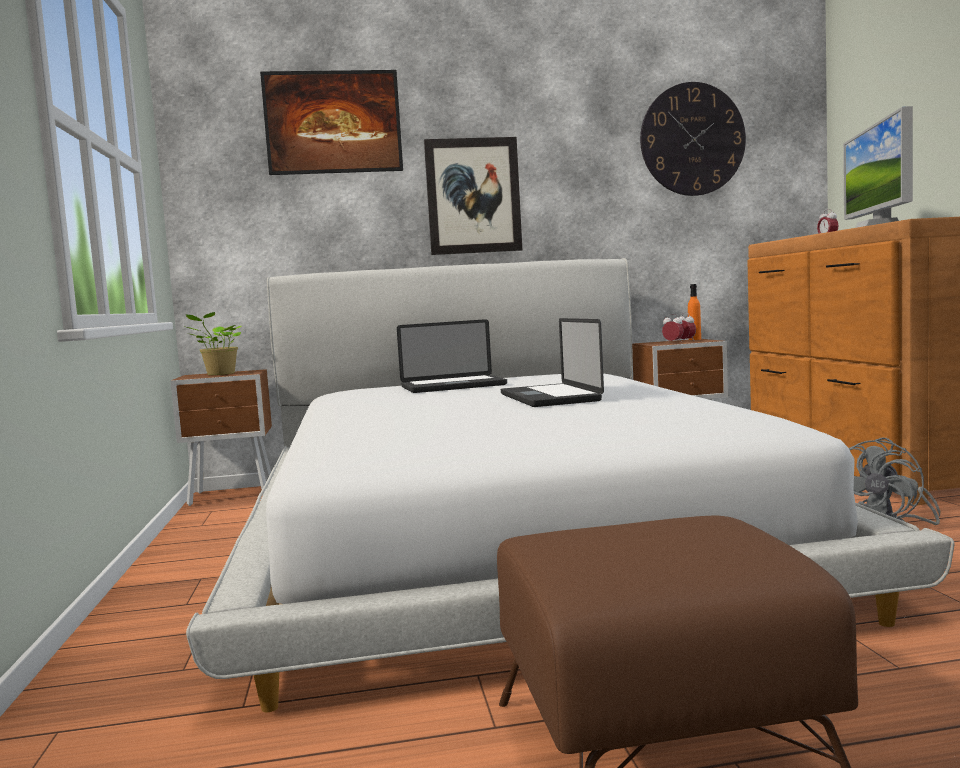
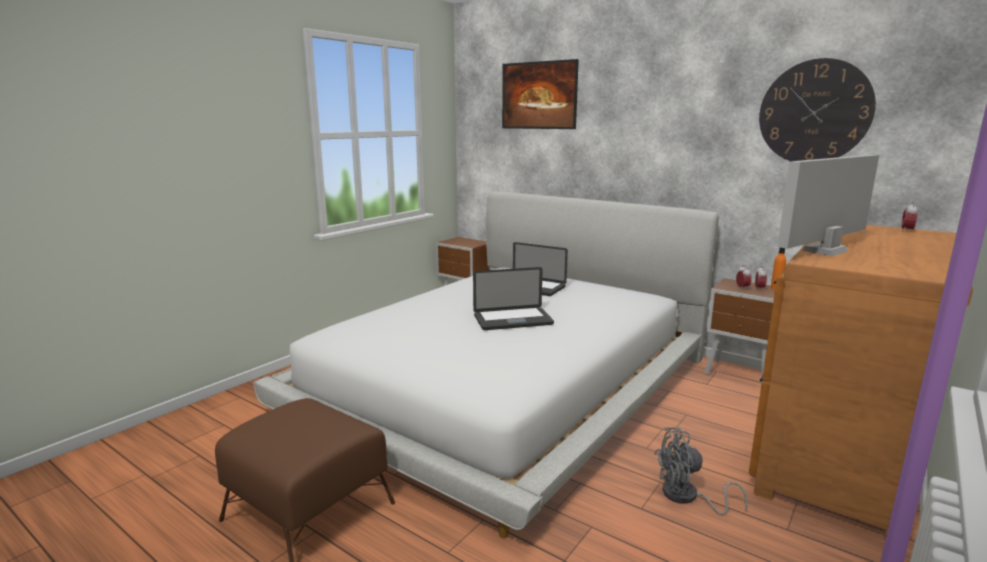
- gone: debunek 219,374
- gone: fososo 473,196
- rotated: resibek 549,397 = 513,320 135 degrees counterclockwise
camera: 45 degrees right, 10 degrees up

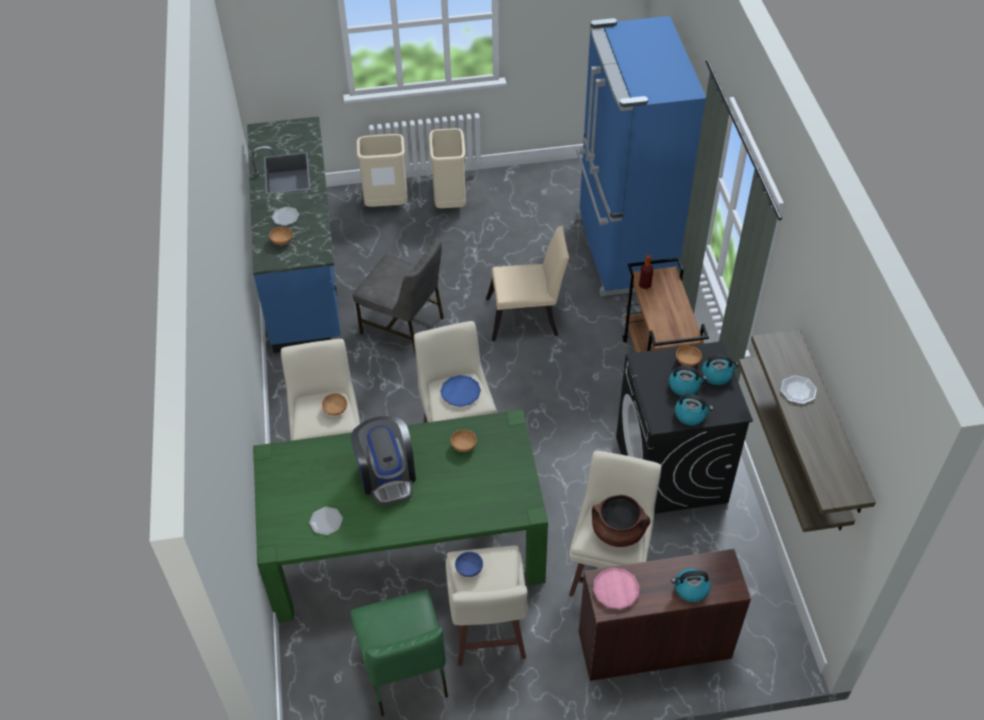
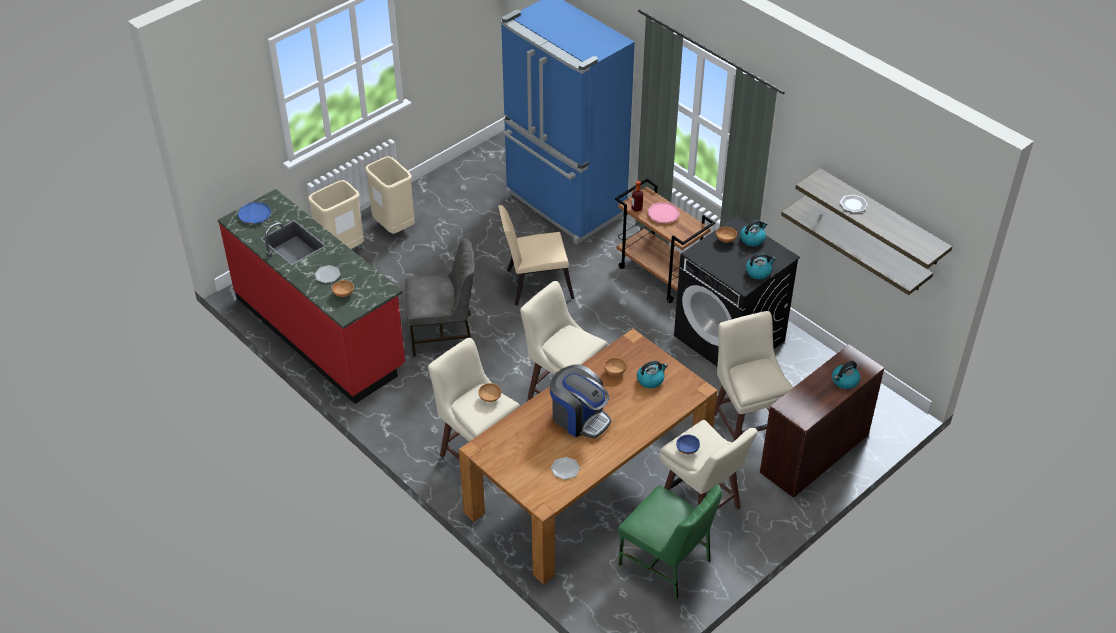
- repainted: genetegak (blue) 304,272 to genetegak (red) 320,333
- repainted: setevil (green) 404,544 to setevil (brown) 589,483
- shifted: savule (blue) 460,393 to 254,215
- rotated: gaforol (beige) 527,317 = 534,284 150 degrees counterclockwise
- gone: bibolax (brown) 618,531
- shifted: savule (pink) 616,590 to 663,214
- shifted: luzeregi 684,386 to 650,380
camera: 35 degrees left, 5 degrees down

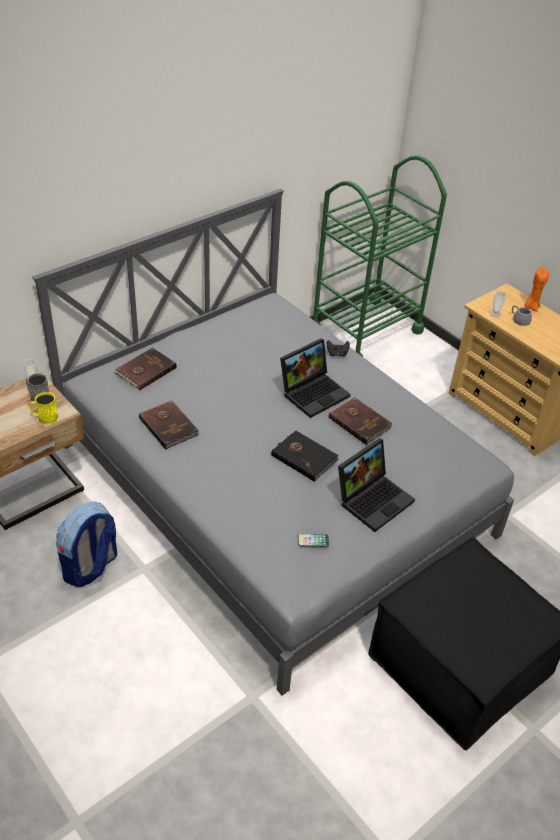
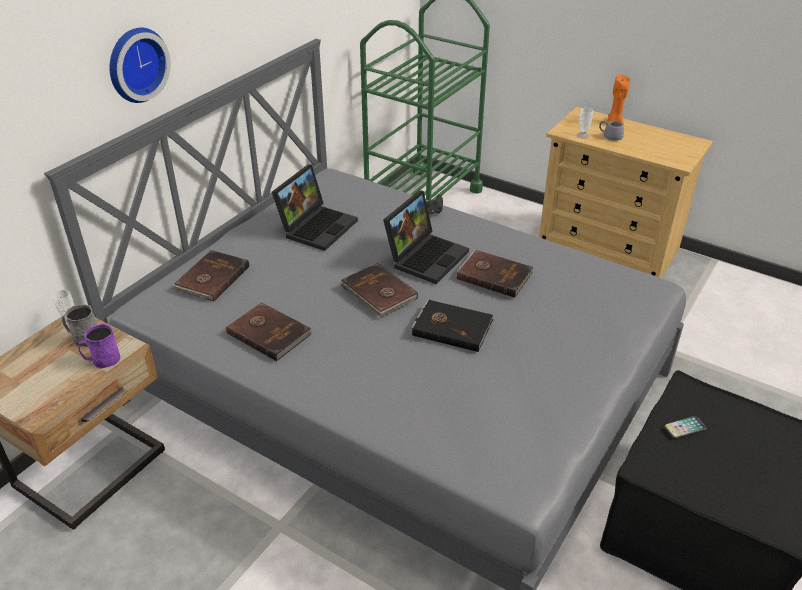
- repainted: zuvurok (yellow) 45,417 to zuvurok (purple) 102,360
- gone: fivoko 90,567
- shifted: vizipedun 313,541 to 684,428
- shifted: resibek 373,498 to 317,226
- new: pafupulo 135,64
- new: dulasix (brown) 378,293
camera: 15 degrees left, 5 degrees down

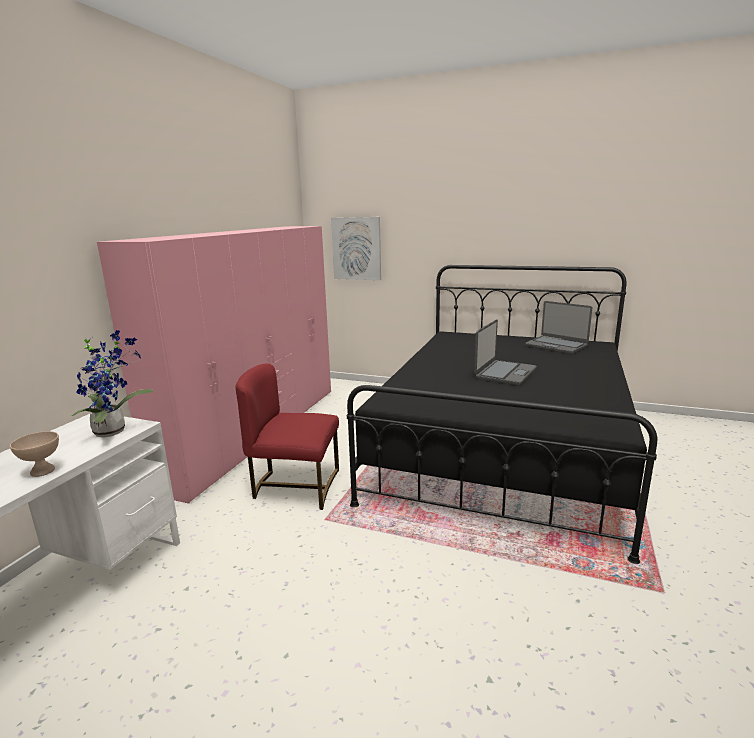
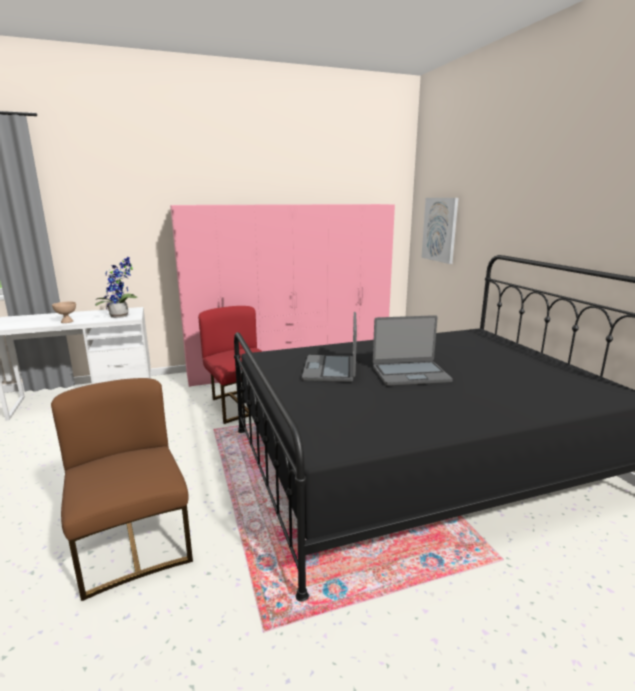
- shifted: resibek 556,346 to 330,369
- new: gaforol (brown) 133,545
camera: 50 degrees right, 0 degrees up

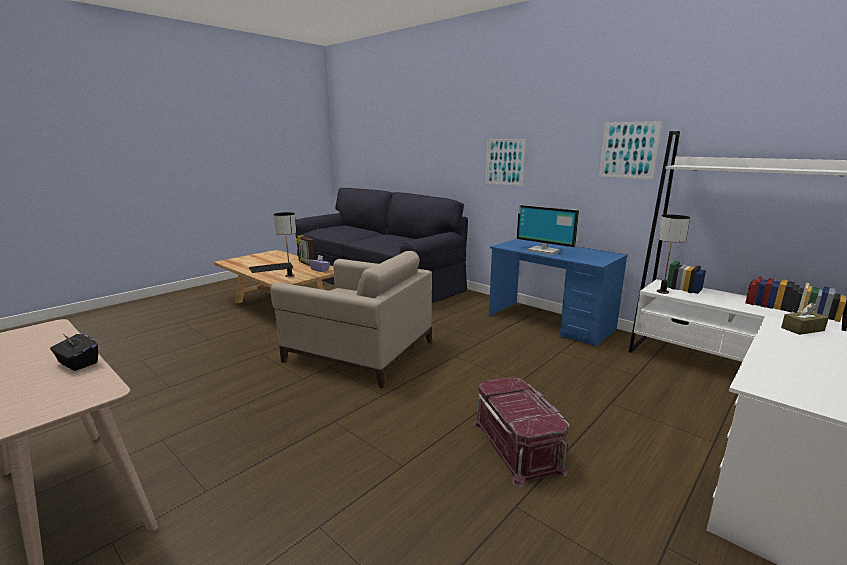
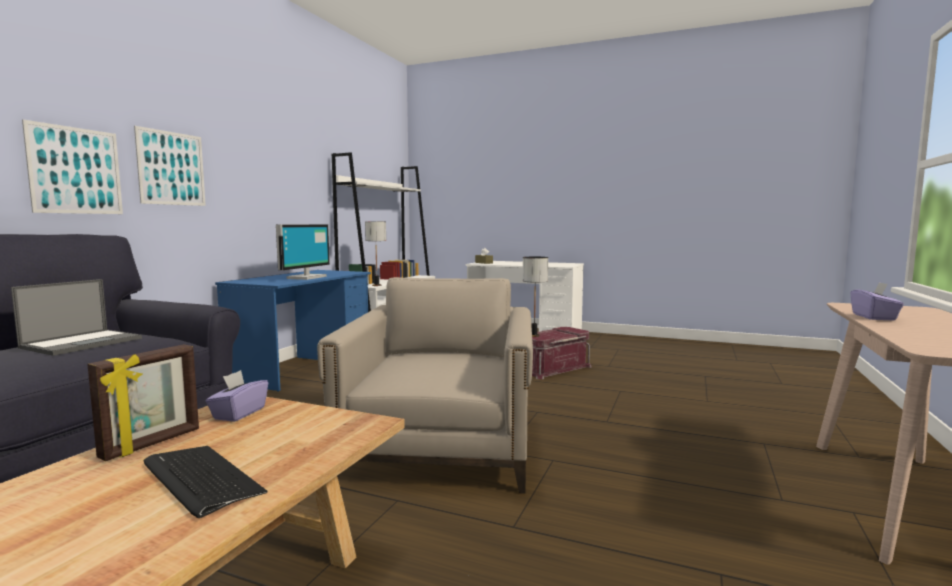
- repainted: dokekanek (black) 77,363 to dokekanek (purple) 874,317
- shifted: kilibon 289,276 to 534,335
- shifted: fososo 628,150 to 76,170
- new: resibek 83,343
camera: 110 degrees left, 10 degrees down

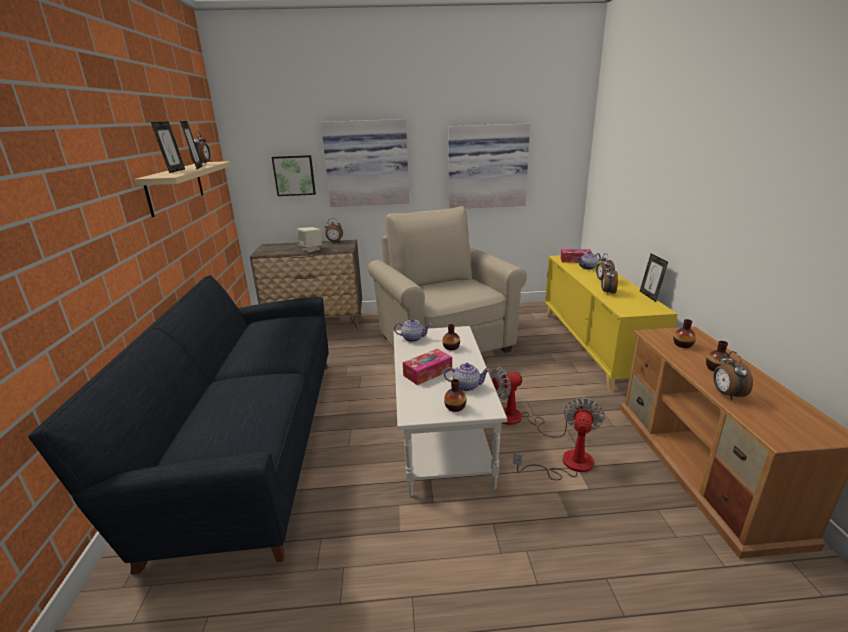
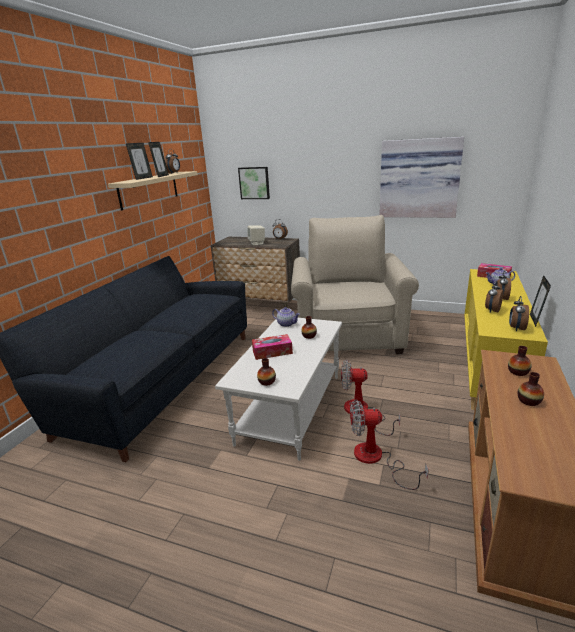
- gone: fososo 367,163
- gone: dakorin 466,386
- rotated: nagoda 567,464 = 376,459 135 degrees counterclockwise
- shifted: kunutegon 726,394 to 516,328
camera: 25 degrees right, 0 degrees up

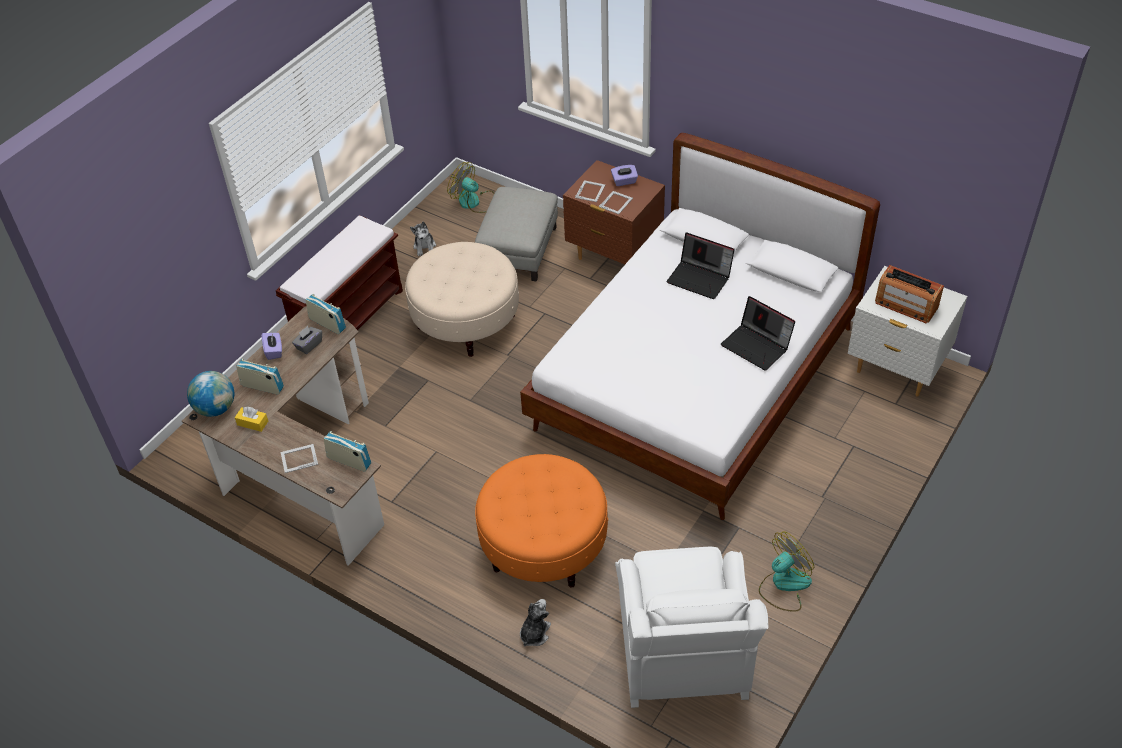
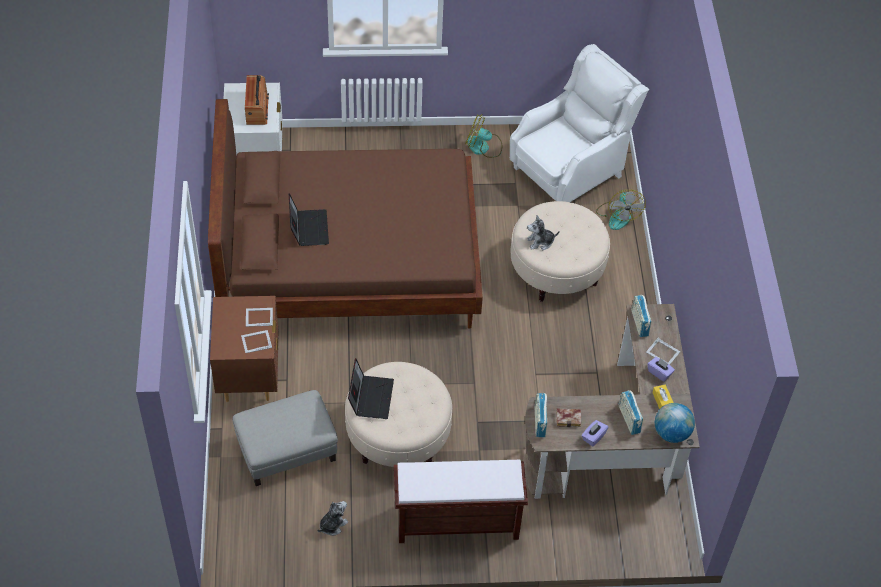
- swapped: dokekanek (grey) 309,345 to dulasix 569,418
- shifted: nagoda 474,202 to 618,215
- repainted: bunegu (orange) 543,546 to bunegu (beige) 556,270
- repainted: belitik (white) 696,380 to belitik (brown) 349,260
- shifted: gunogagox 534,633 to 540,242
- shifted: dokekanek (purple) 624,181 to 659,373
- shifted: resibek 757,346 to 370,397
camera: 130 degrees left, 5 degrees up

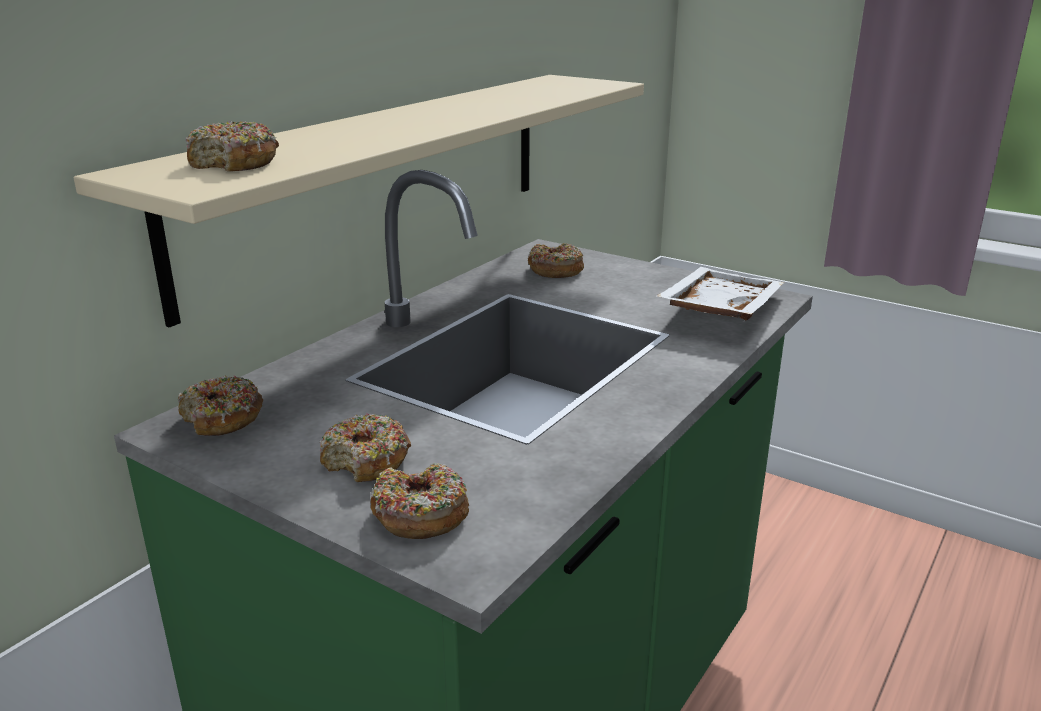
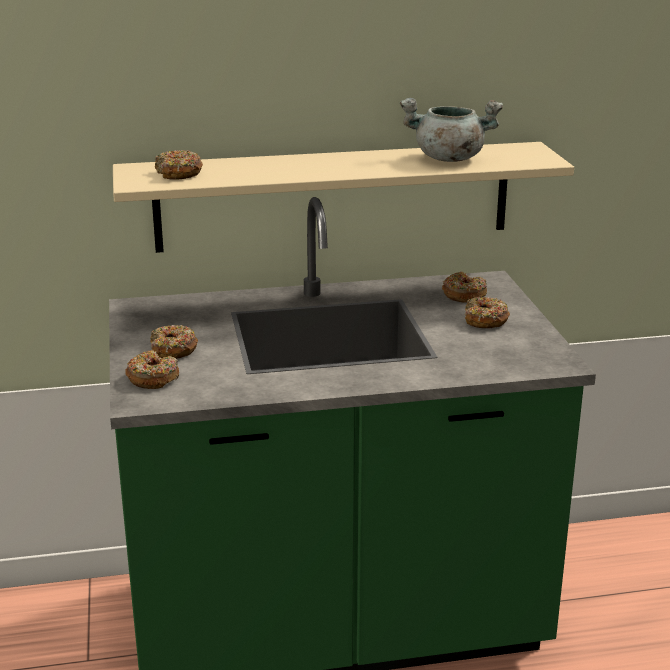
- shifted: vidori 222,418 to 485,320
- gone: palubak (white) 717,310
- new: bibolax (grey) 448,159
camera: 45 degrees right, 0 degrees up

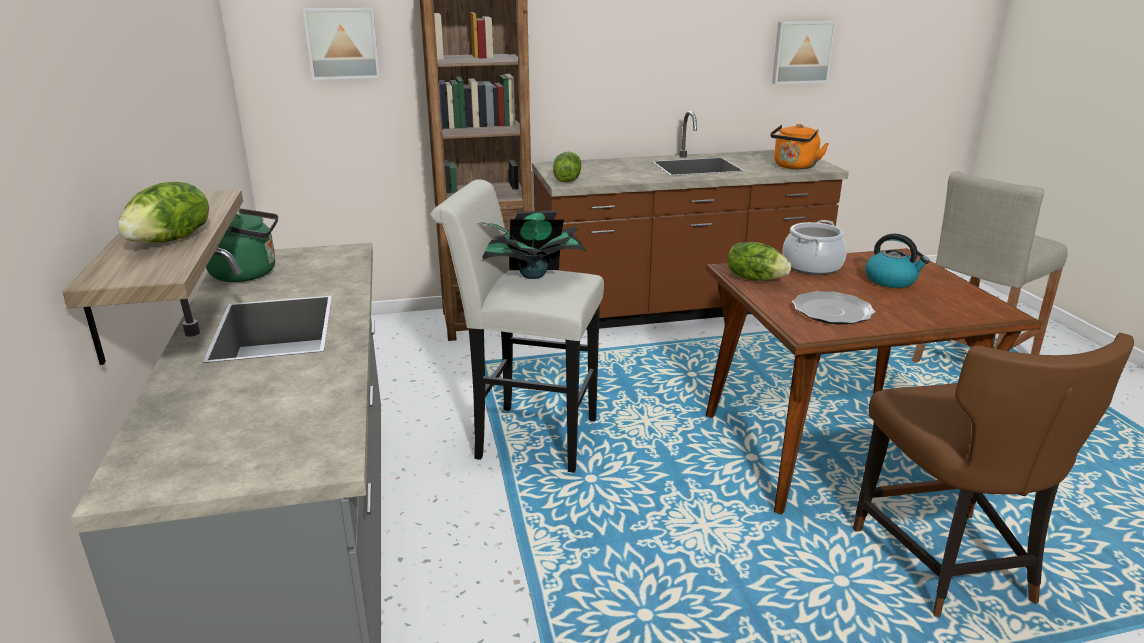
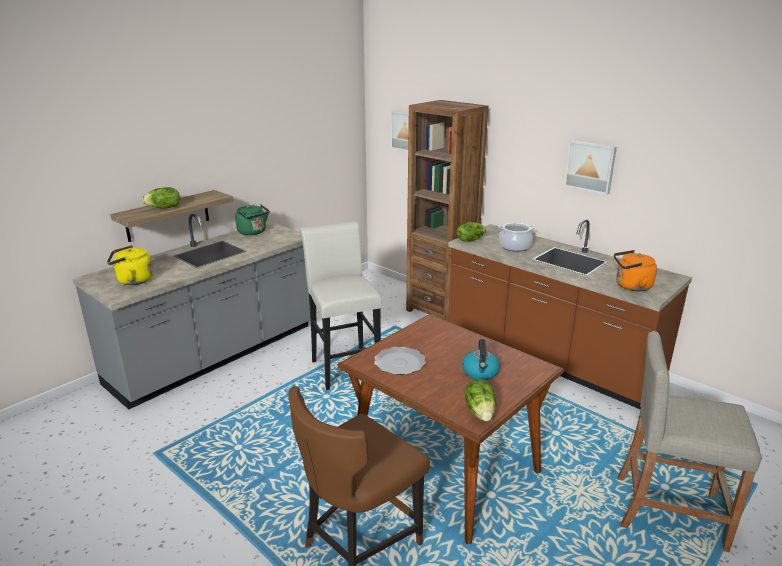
- gone: debunek 531,275
- shifted: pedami 755,278 to 480,412
- shifted: fososo 801,52 to 590,166
- shifted: bibolax 811,266 to 514,247
- new: luzeregi (yellow) 133,281
camera: 55 degrees right, 0 degrees up

